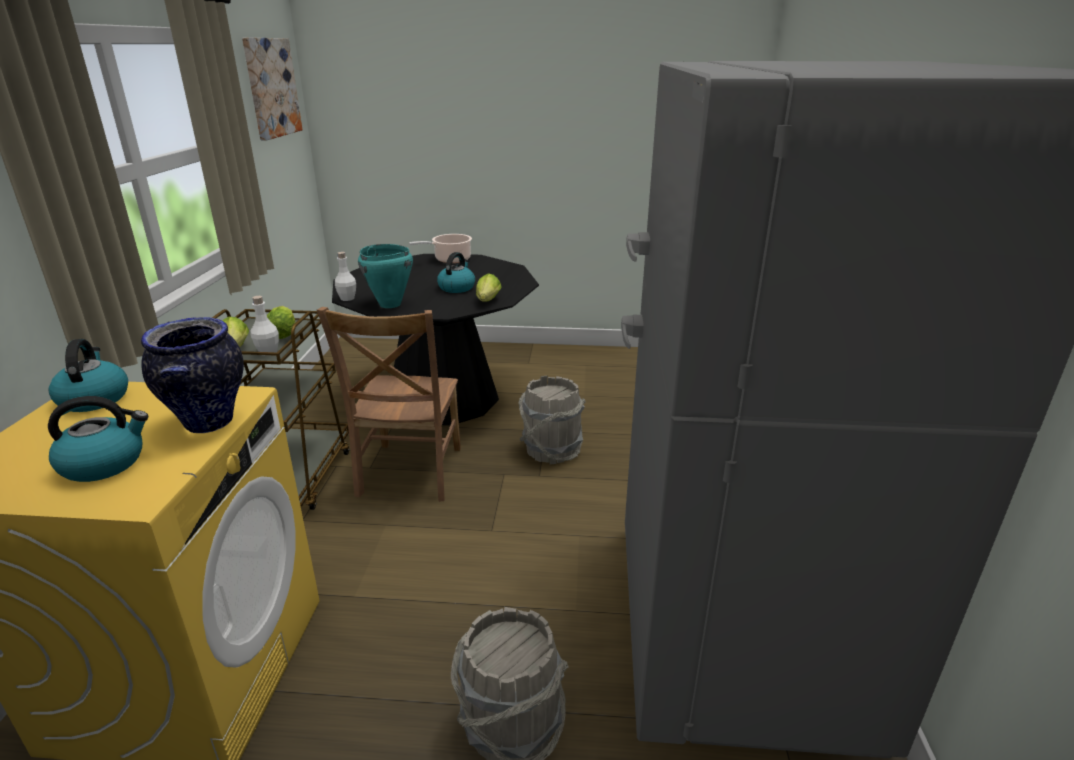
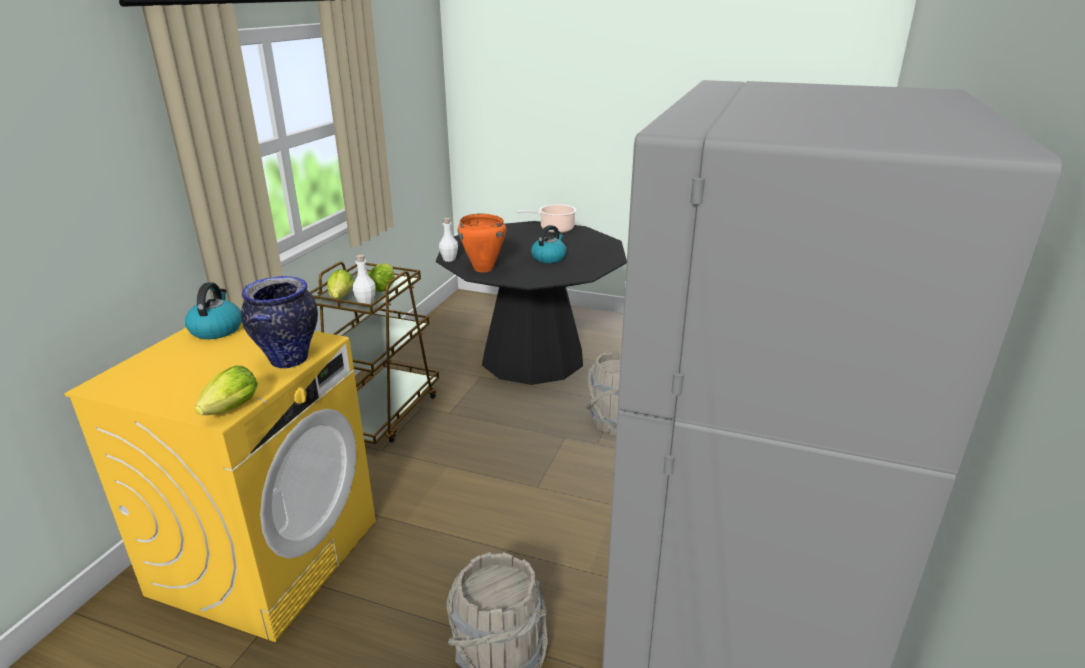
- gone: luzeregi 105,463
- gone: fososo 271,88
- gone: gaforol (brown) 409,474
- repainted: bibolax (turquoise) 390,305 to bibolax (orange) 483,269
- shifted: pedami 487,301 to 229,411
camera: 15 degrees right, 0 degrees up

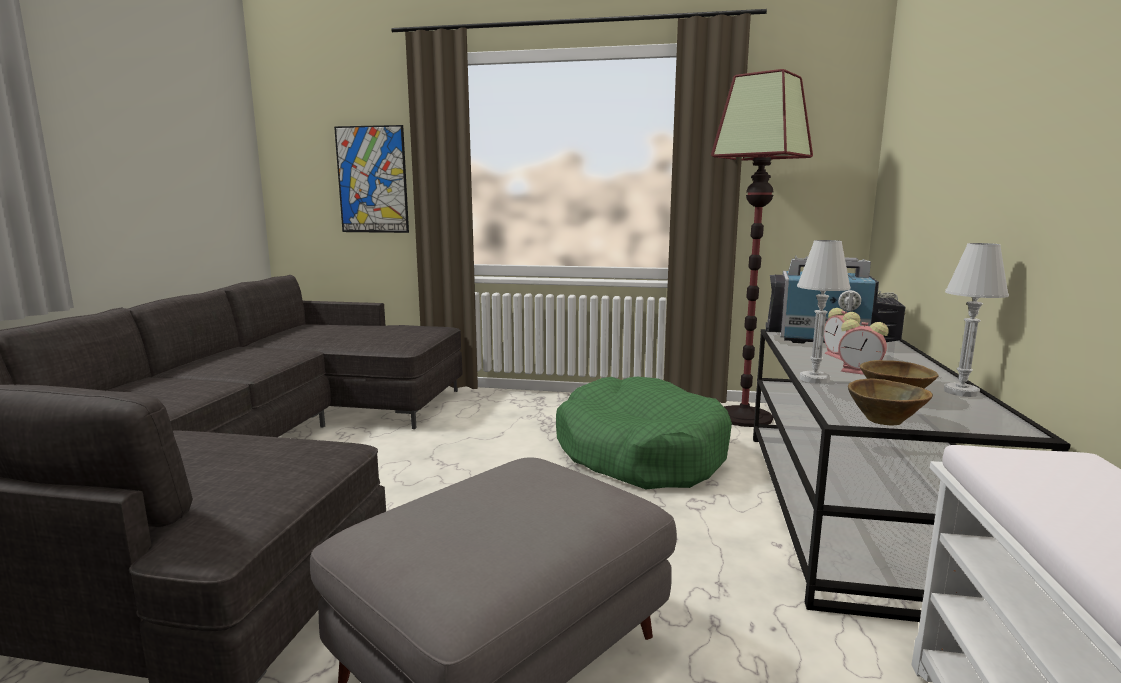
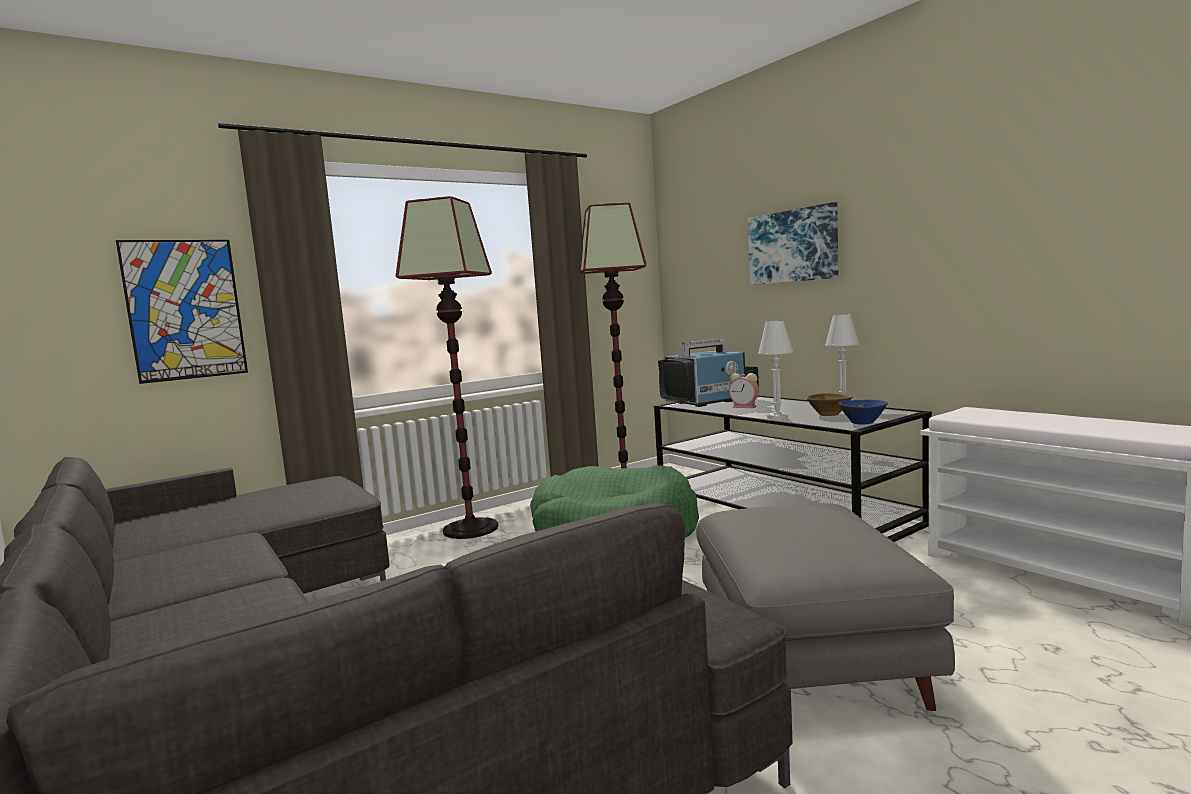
- gone: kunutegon 861,372
- repainted: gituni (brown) 884,421 to gituni (blue) 863,423
- new: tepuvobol 471,529
- new: fososo 793,246
camera: 45 degrees left, 5 degrees down

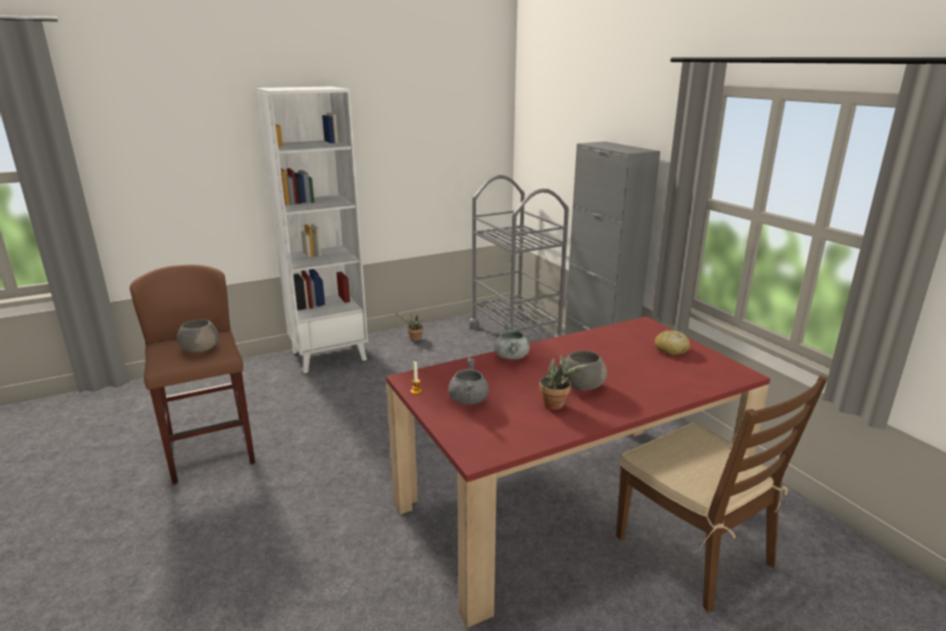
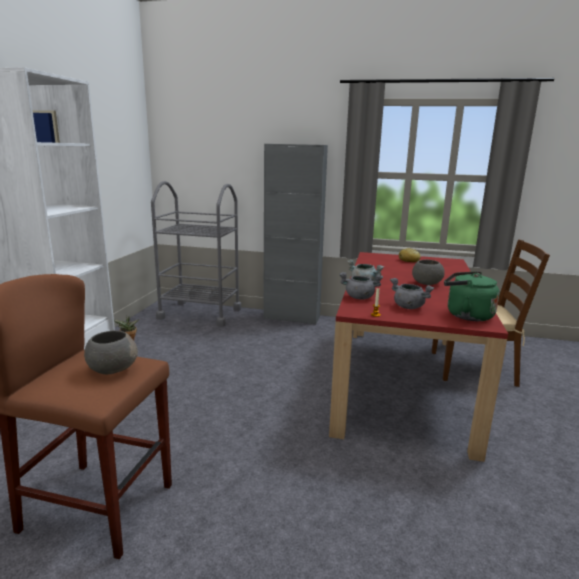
- gone: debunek 557,405
- new: bibolax (grey) 359,297
- new: luzeregi (green) 466,315
camera: 50 degrees left, 5 degrees down

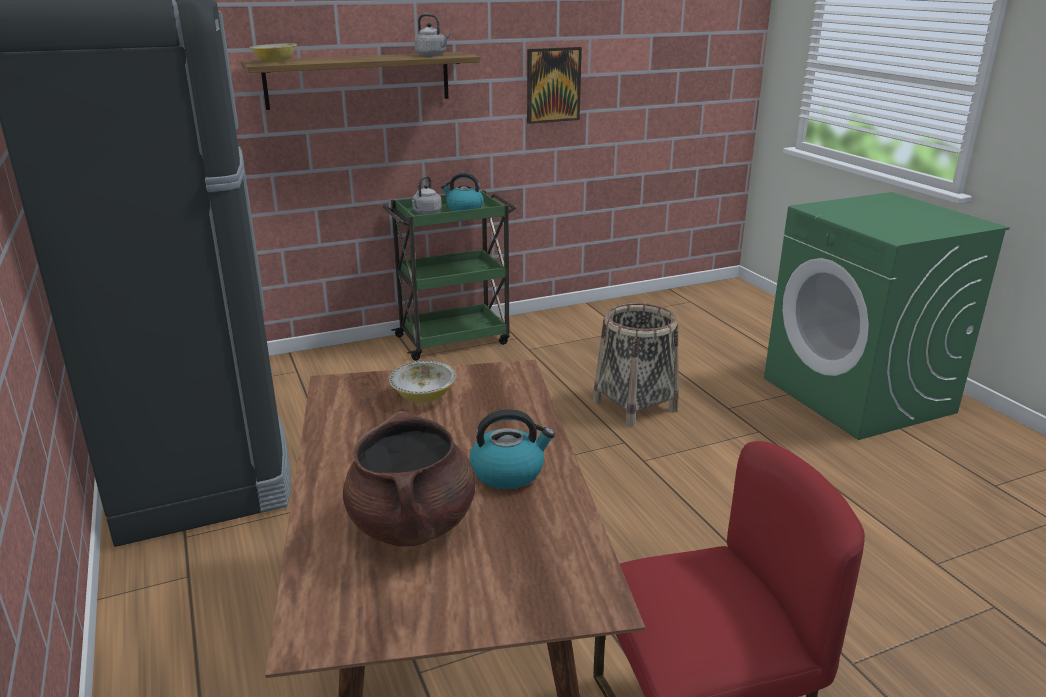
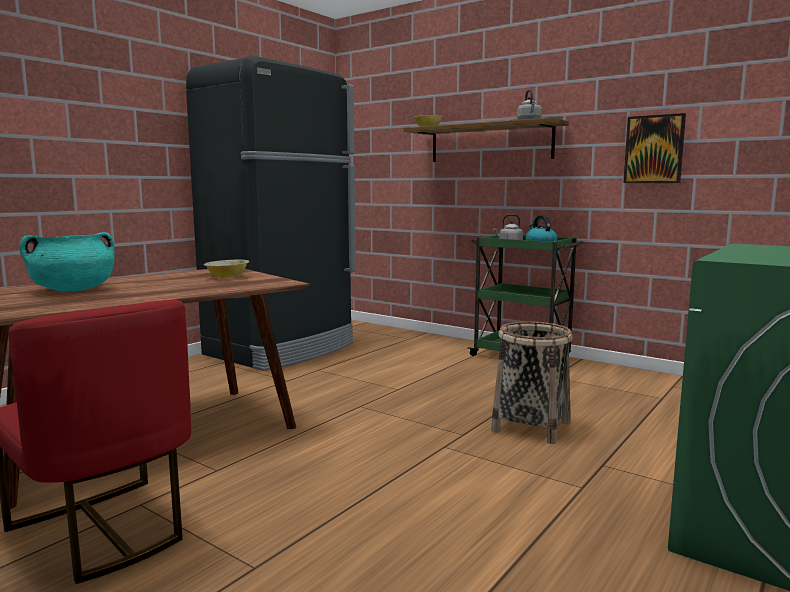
- repainted: bibolax (brown) 412,524 to bibolax (turquoise) 73,290
- gone: luzeregi 508,472
camera: 60 degrees right, 15 degrees down

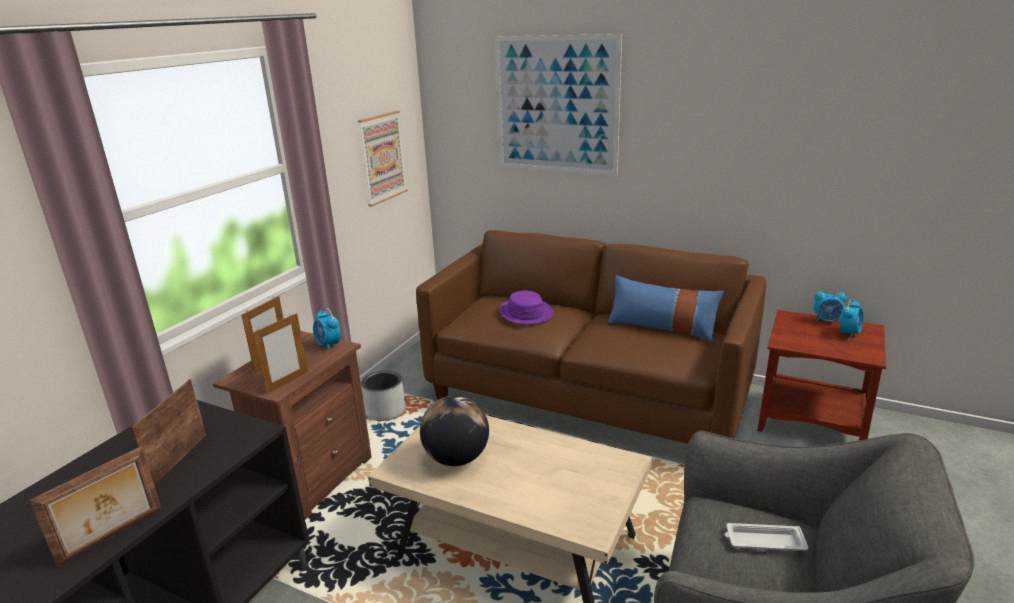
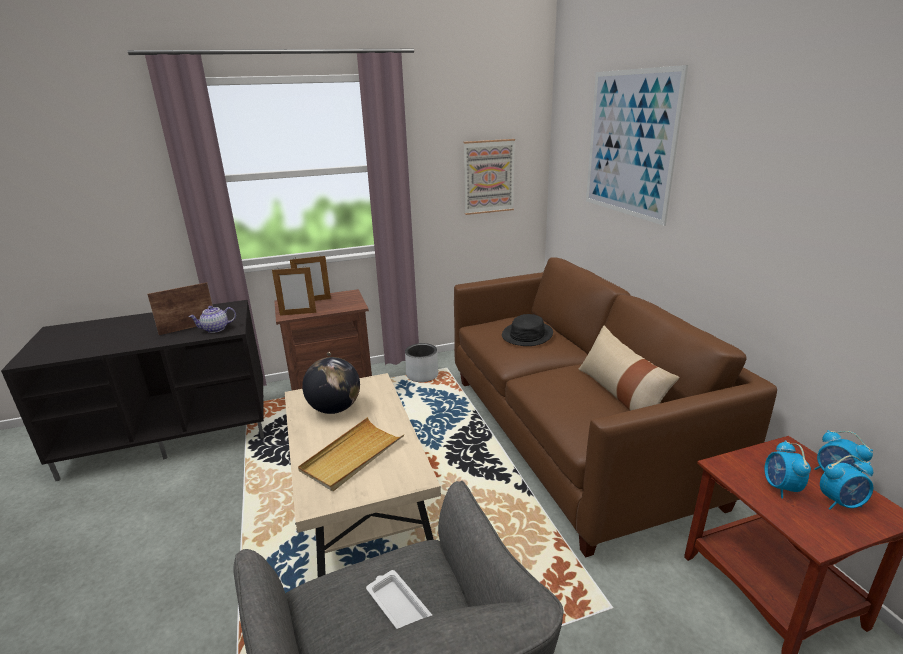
- gone: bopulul 112,537
- shifted: kunutegon 328,345 to 780,487
- repainted: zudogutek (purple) 525,312 to zudogutek (black) 527,335
- repainted: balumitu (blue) 662,327 to balumitu (beige) 620,394
- new: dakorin 215,329
- new: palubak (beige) 352,456
camera: 45 degrees right, 0 degrees up

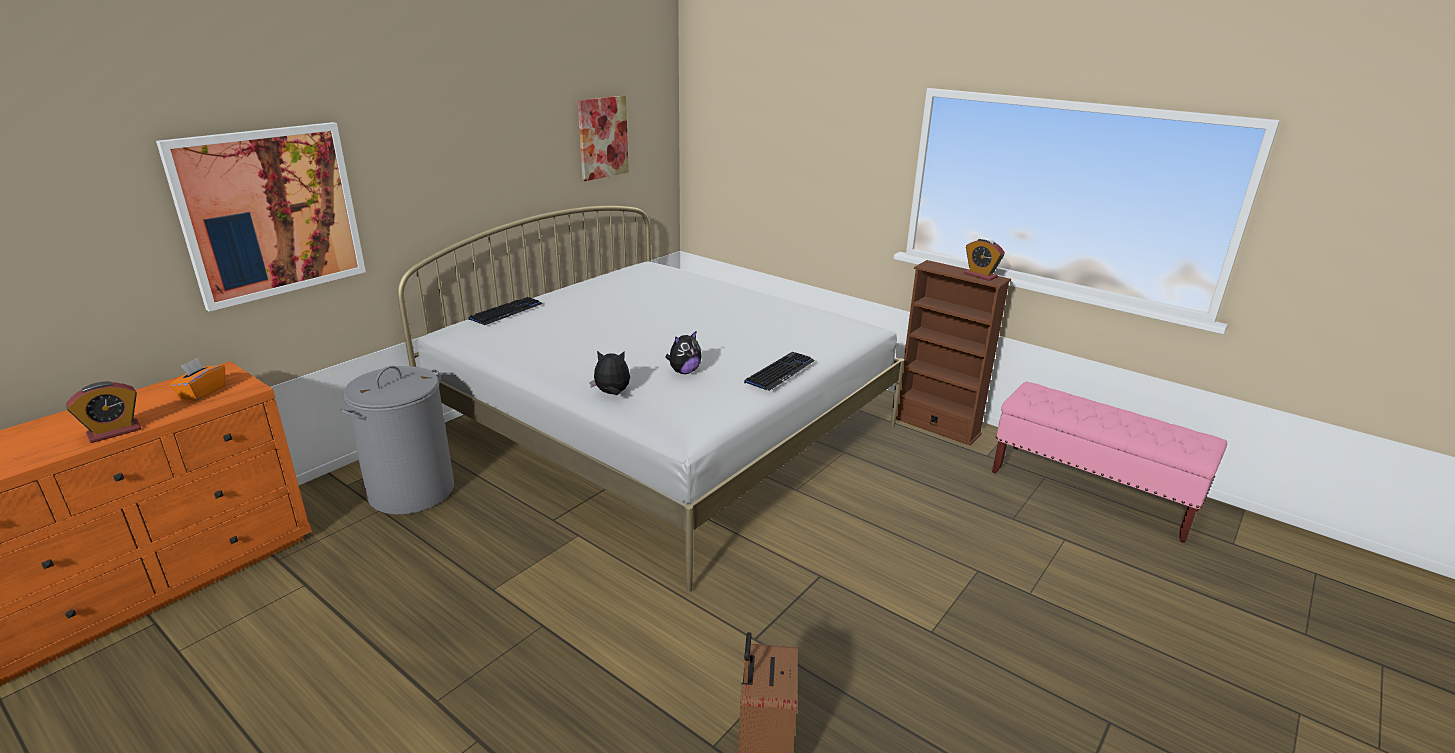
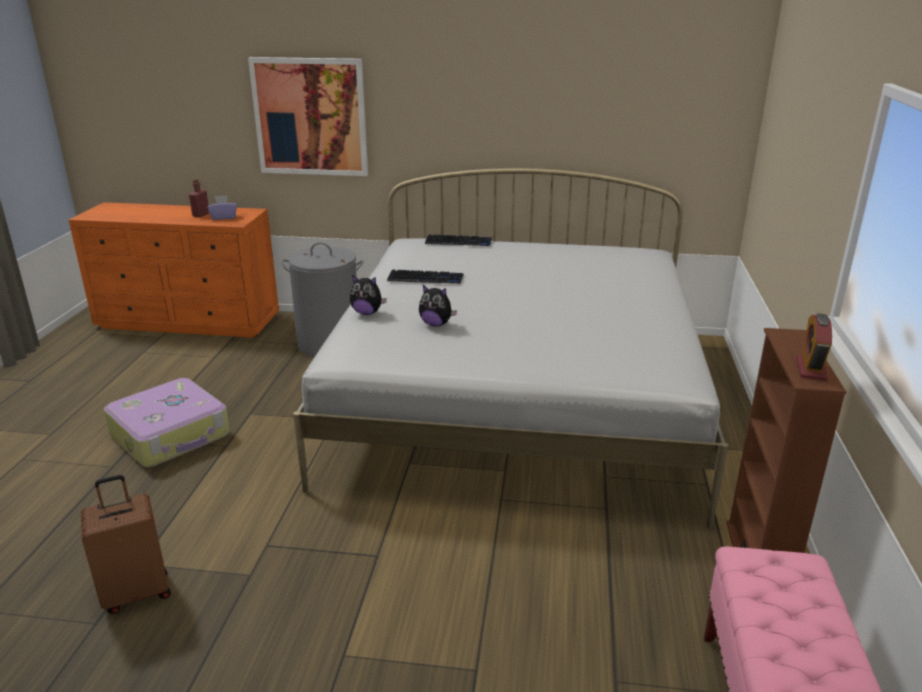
- gone: kunutegon 114,432
- repainted: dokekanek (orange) 202,392 to dokekanek (purple) 223,217
- gone: fososo 602,137
- rotated: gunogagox 612,394 = 367,313 135 degrees clockwise
- shifted: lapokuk 780,372 to 425,278
- new: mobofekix 172,435
- new: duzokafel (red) 201,215
camera: 60 degrees right, 0 degrees up

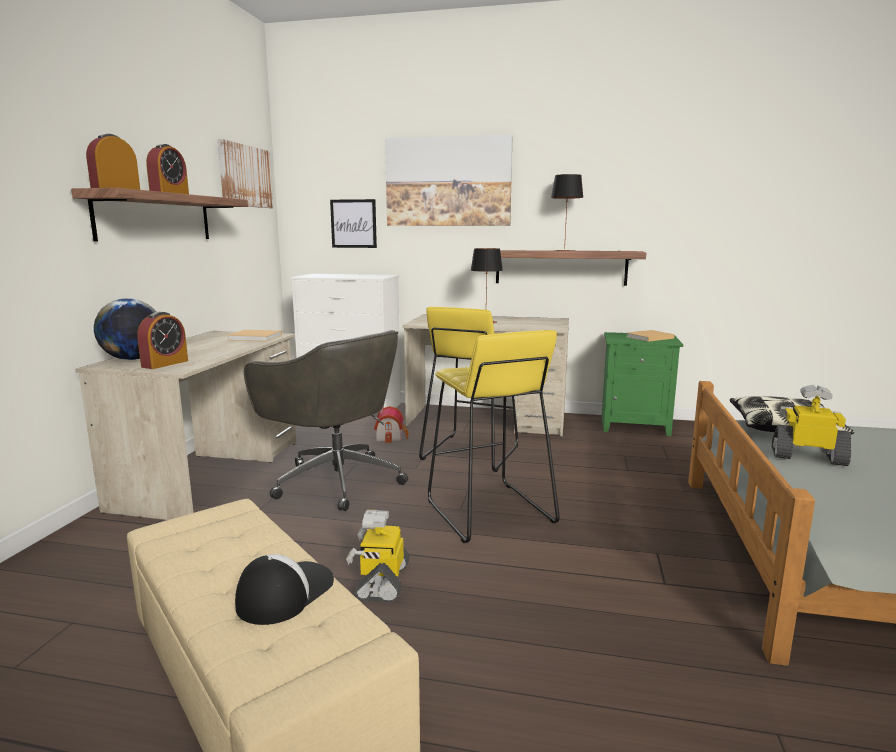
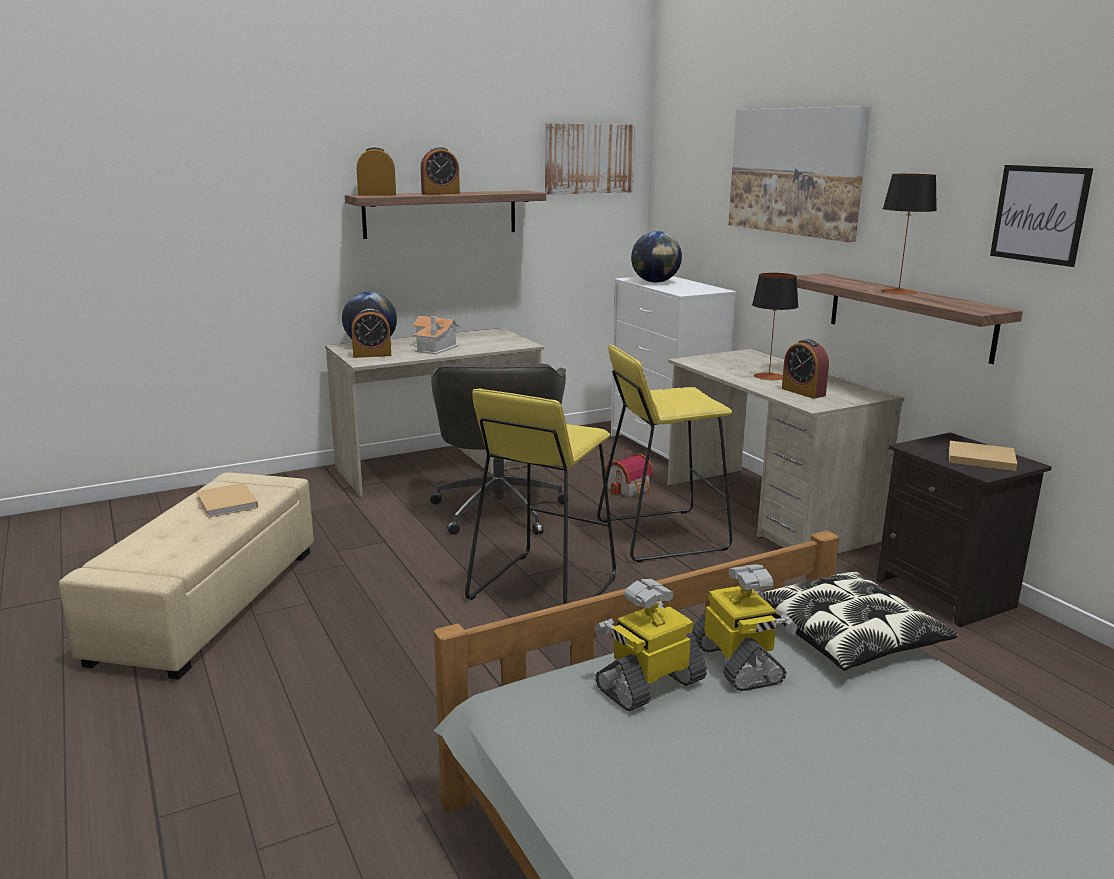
- shifted: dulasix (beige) 256,337 to 227,503
- gone: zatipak 284,593
- shifted: fososo 353,223 to 1039,214
- shifted: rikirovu 382,581 to 649,684
- repainted: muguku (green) 635,425 to muguku (black) 947,594
- new: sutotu 435,348
- new: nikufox 655,282
- new: kunutegon 803,392
camera: 50 degrees right, 5 degrees up

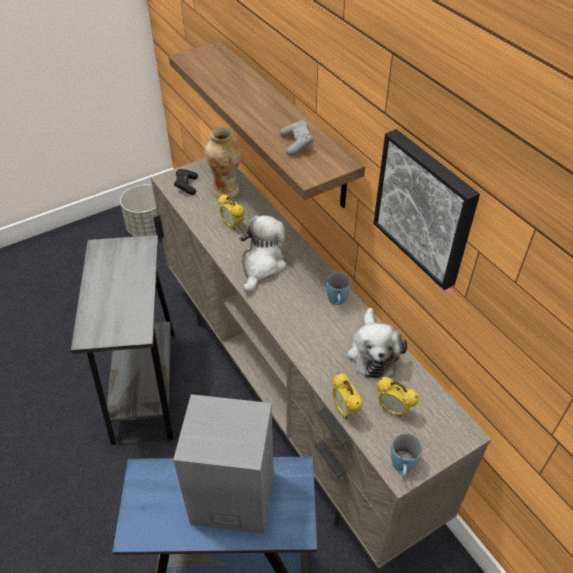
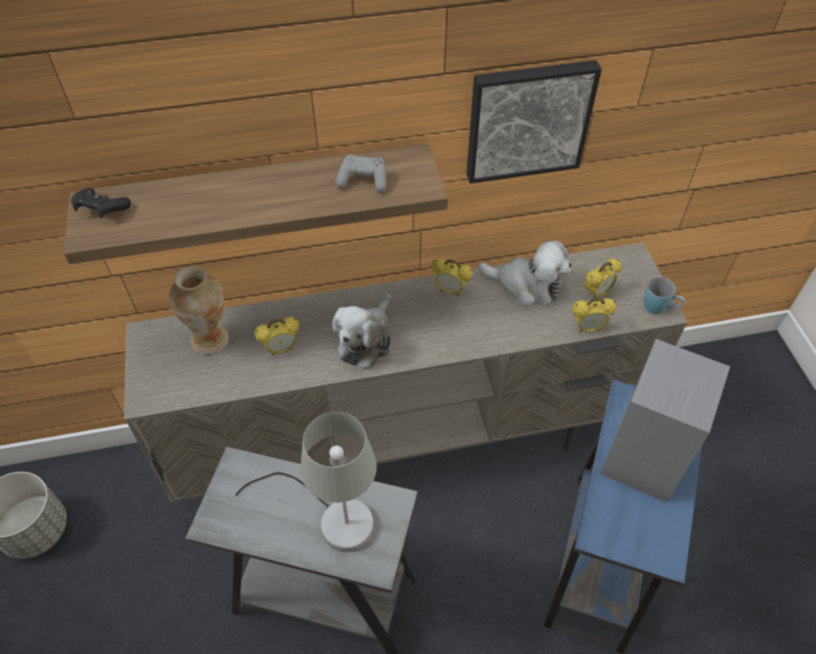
- shifted: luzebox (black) 186,186 to 102,210
- rotated: gunogagox 261,266 = 366,339 105 degrees counterclockwise
- swapped: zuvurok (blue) 337,302 to kunutegon 450,290
- new: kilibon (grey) 333,518
camera: 70 degrees left, 5 degrees up

